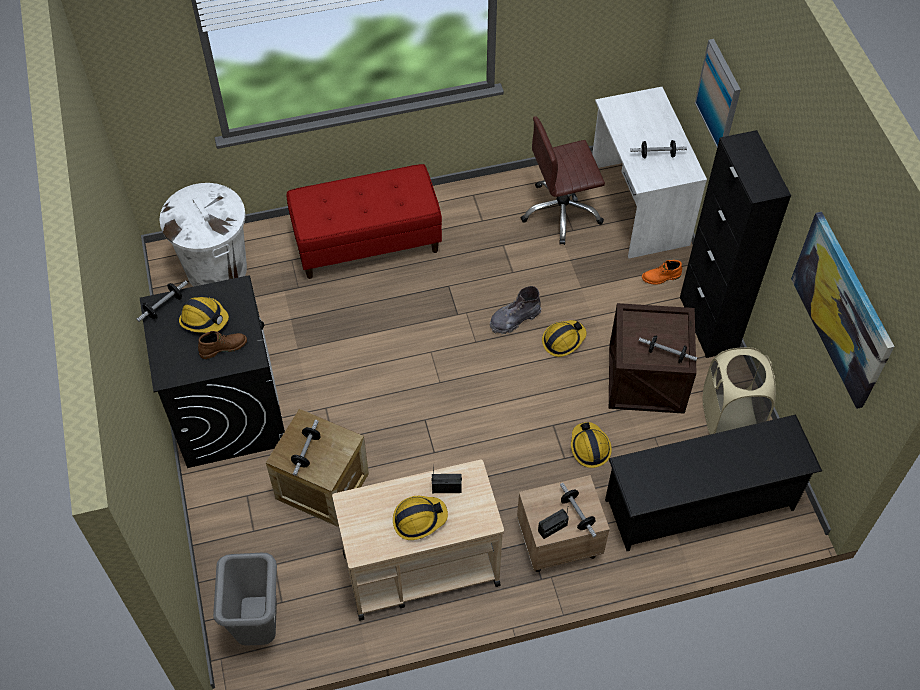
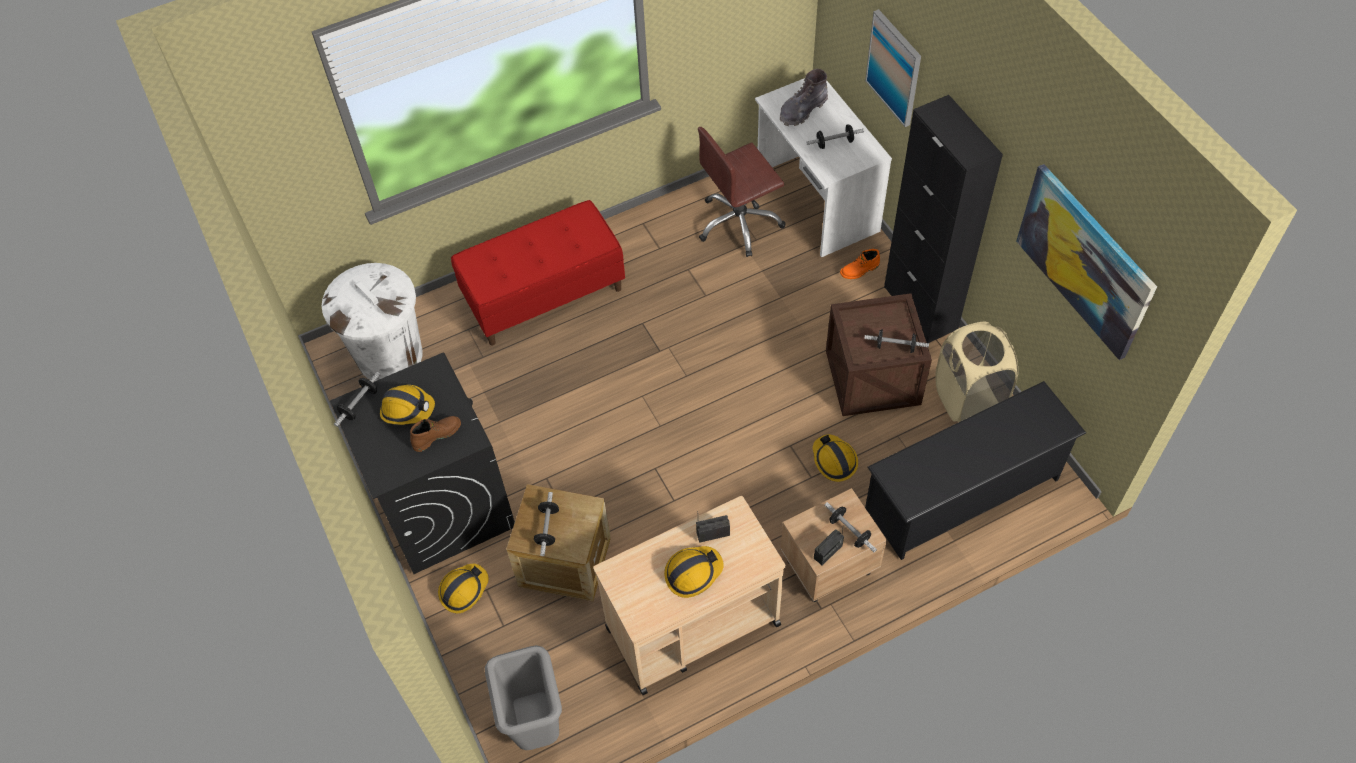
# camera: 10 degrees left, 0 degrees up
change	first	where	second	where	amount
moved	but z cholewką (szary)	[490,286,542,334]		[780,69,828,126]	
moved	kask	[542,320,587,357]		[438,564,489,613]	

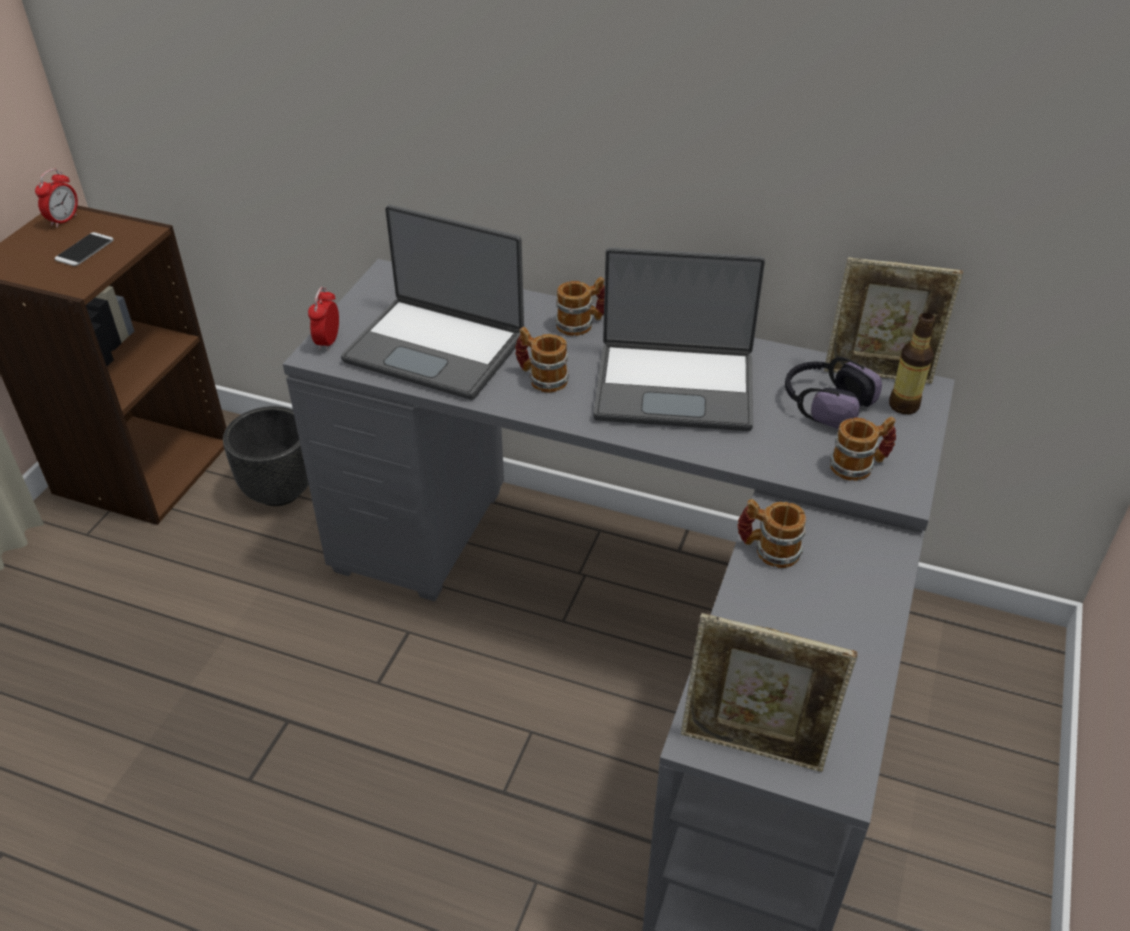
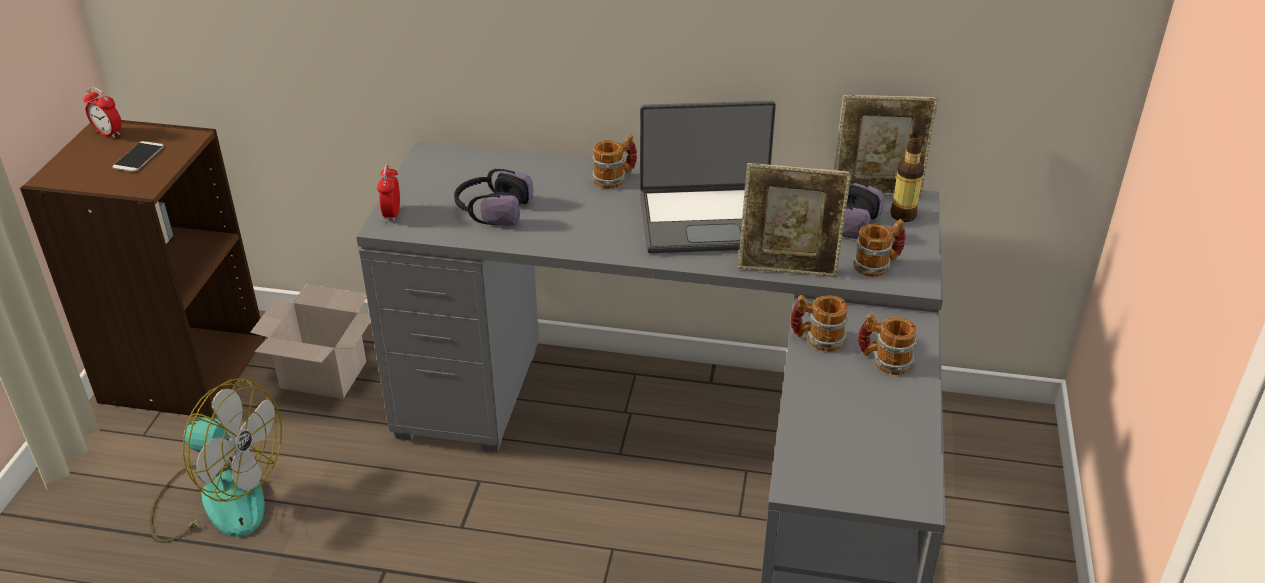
# camera: 10 degrees left, 5 degrees down
change	first	where	second	where	amount
added			wentylator	[150,378,282,543]	
moved	kubek	[515,327,569,393]		[858,313,917,375]	
moved	ramka na zdjęcie	[681,613,858,772]		[738,163,852,277]	
replaced	donica (czarny)	[223,406,309,506]	karton	[250,284,371,399]	
replaced	laptop	[341,205,524,400]	słuchawki	[454,169,533,226]	
turned	budzik	[35,169,78,228]		[83,87,122,138]	105 degrees clockwise

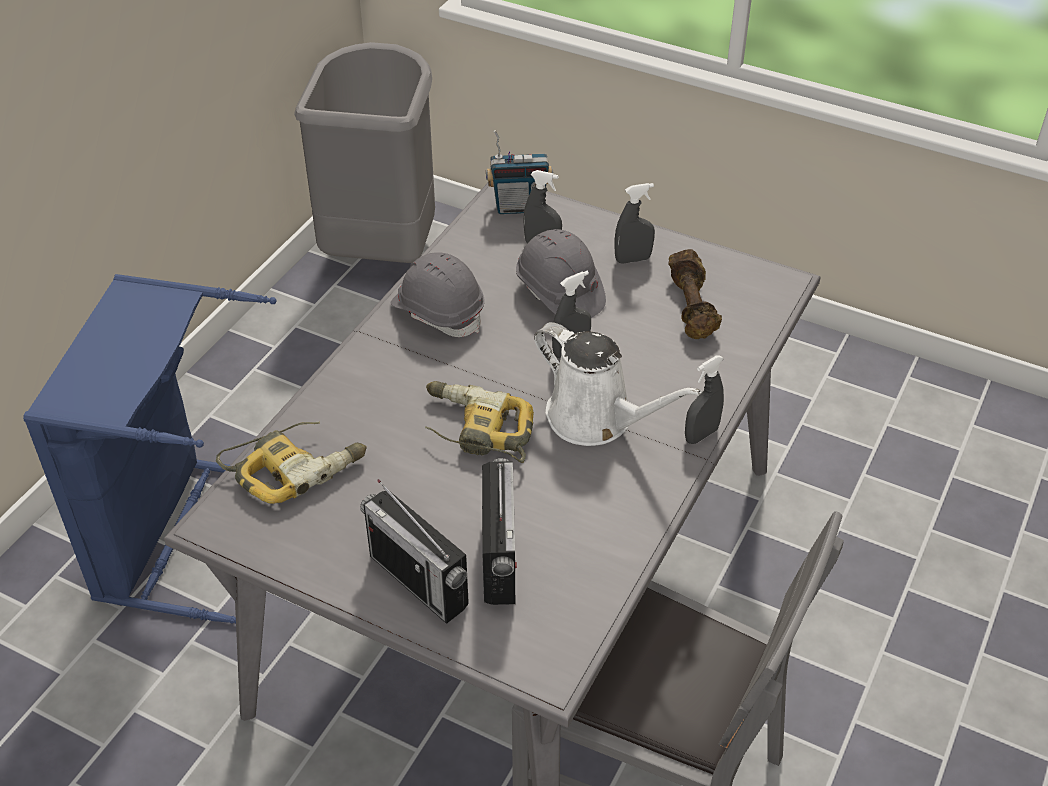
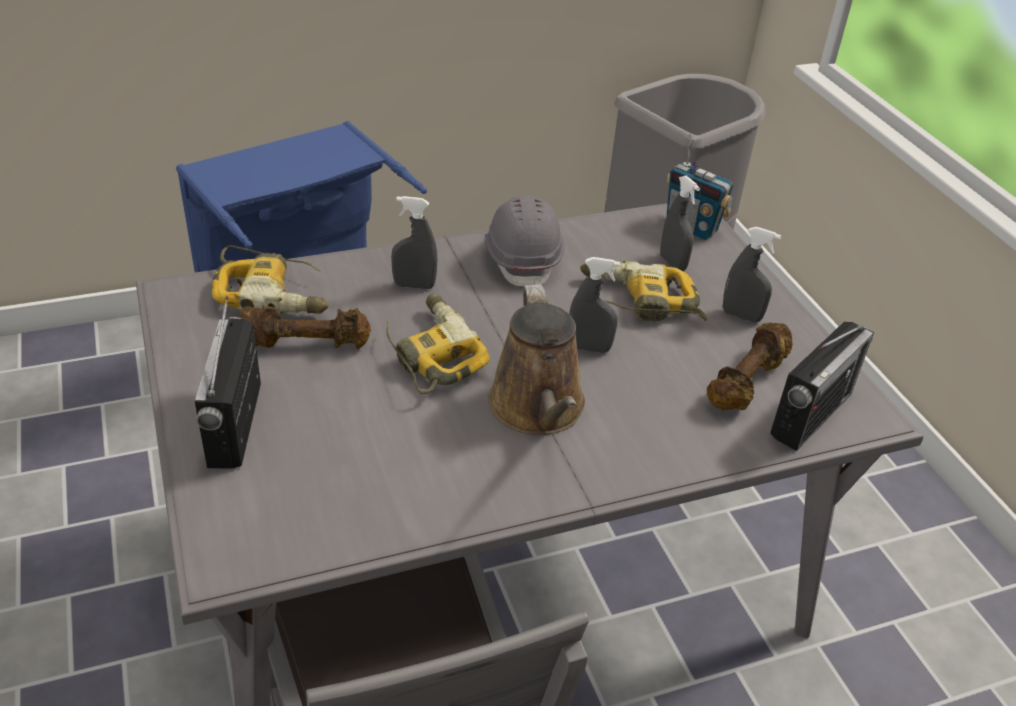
# camera: 40 degrees right, 5 degrees down
change	first	where	second	where	amount
added			hantel (brązowy)	[239,306,371,350]	
moved	radio	[482,458,517,605]		[770,322,874,451]	
moved	spryskiwacz (szary)	[685,355,724,444]		[391,196,437,289]	
replaced	kask (szary)	[516,229,606,318]	wiertarka	[580,261,707,322]	
recoloured	konewka (biały)	[534,322,702,446]	konewka (brązowy)	[488,284,585,435]	

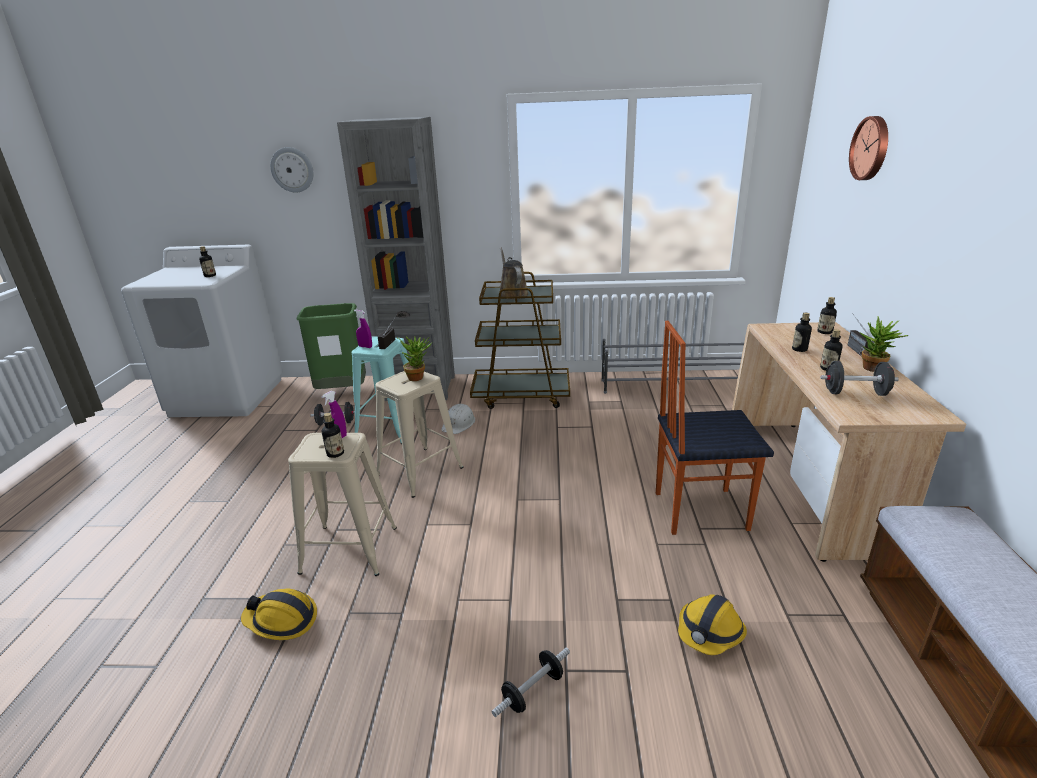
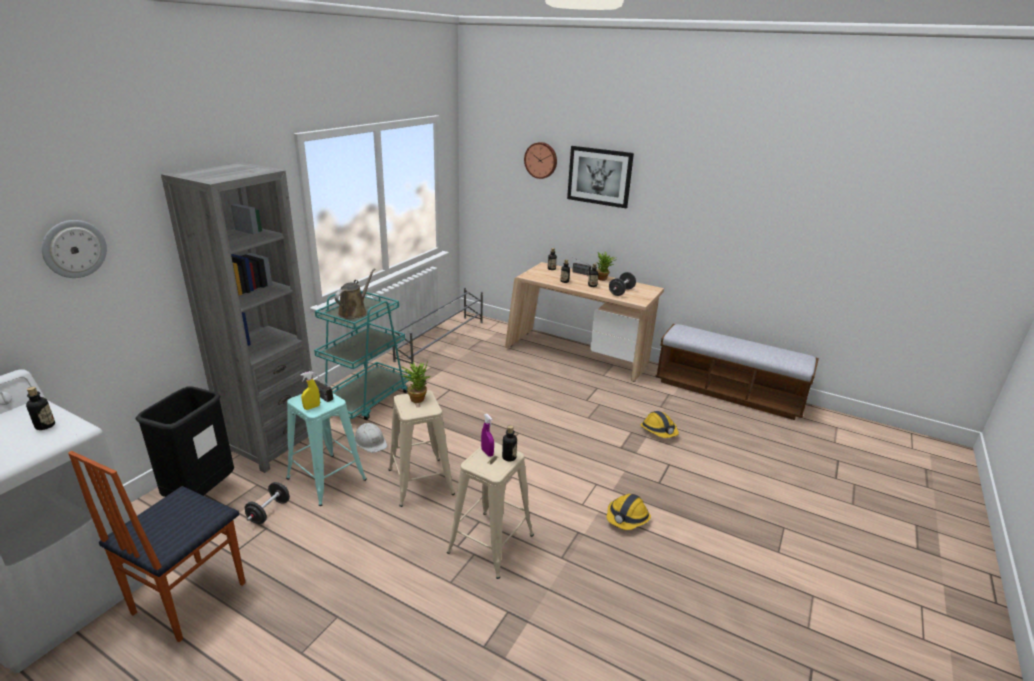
# camera: 65 degrees left, 0 degrees up
change	first	where	second	where	amount
removed	hantel	[491,647,570,717]			
added			obraz	[567,146,634,208]	
moved	kask	[241,589,317,640]		[607,494,651,530]	
moved	krzesło	[656,321,774,535]		[68,451,246,642]	
recoloured	kosz na śmieci (zielony)	[297,303,366,389]	kosz na śmieci (czarny)	[136,387,234,497]	
recoloured	spryskiwacz (fioletowy)	[354,310,372,348]	spryskiwacz (żółty)	[300,371,320,410]	
recoloured	wózek (brązowy)	[470,272,570,409]	wózek (turkusowy)	[314,291,412,420]	
turned	konewka (brązowy)	[500,248,528,299]		[335,268,375,319]	105 degrees clockwise

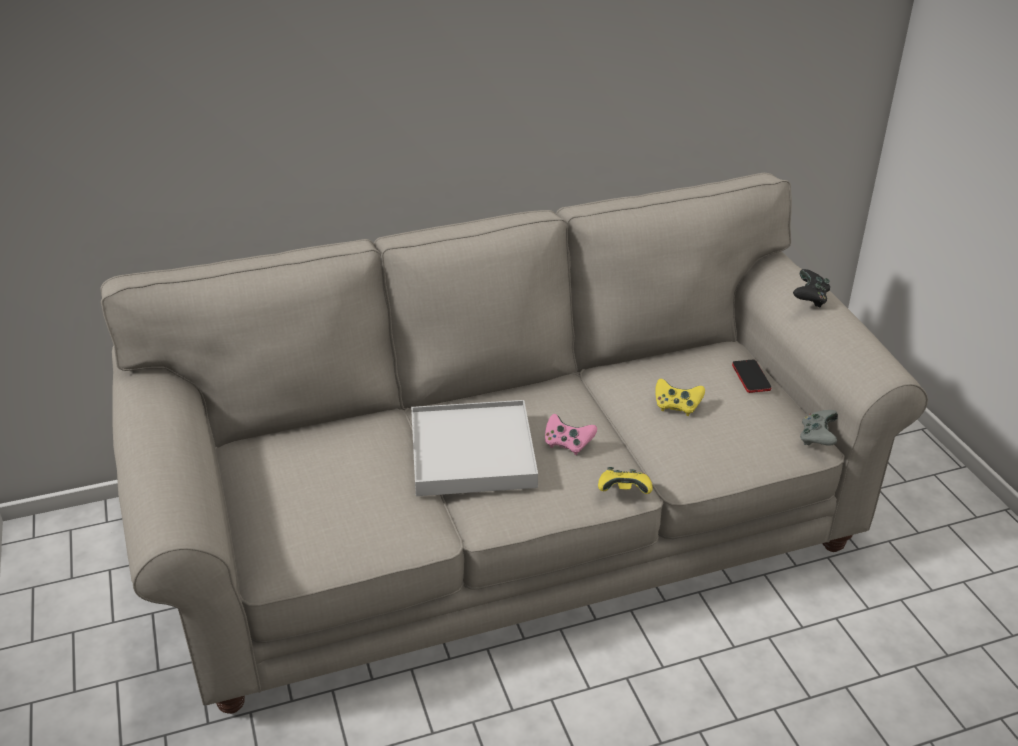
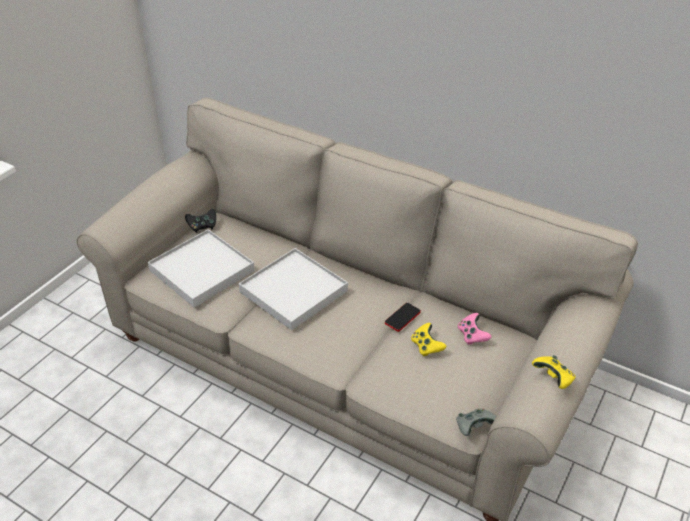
# camera: 50 degrees right, 5 degrees up
change	first	where	second	where	amount
added			taca (biały)	[148,229,255,308]	
moved	pad do gier (różowy)	[545,414,597,455]		[458,313,492,345]	
moved	pad do gier (żółty)	[598,467,653,494]		[532,355,575,389]	
moved	telefon	[732,359,771,393]		[385,303,421,332]	
moved	pad do gier (czarny)	[793,269,830,308]		[185,209,216,233]	

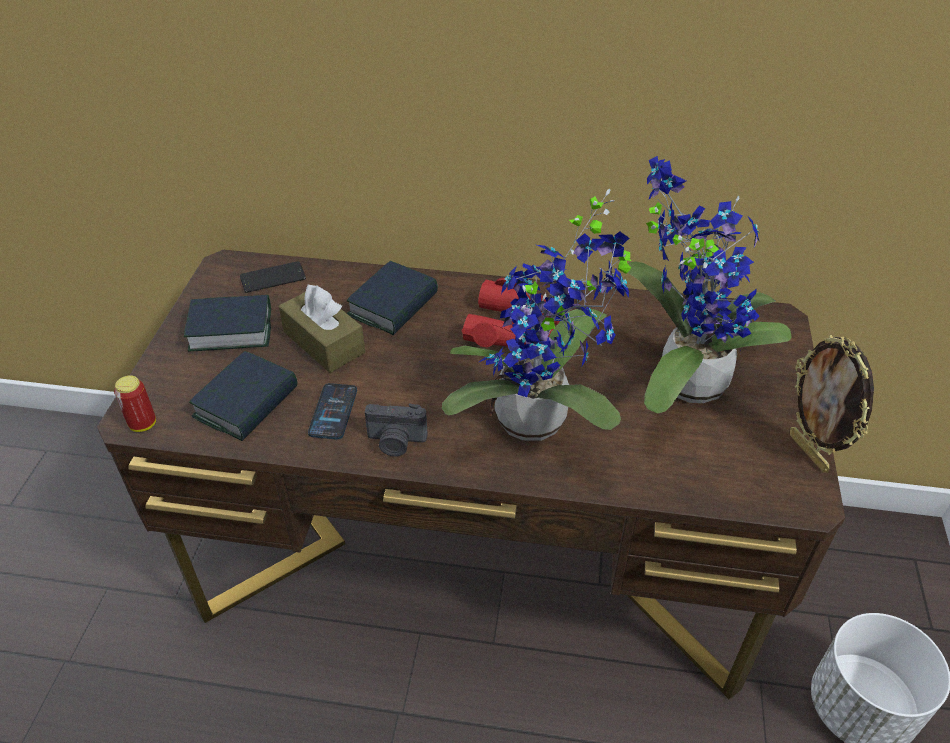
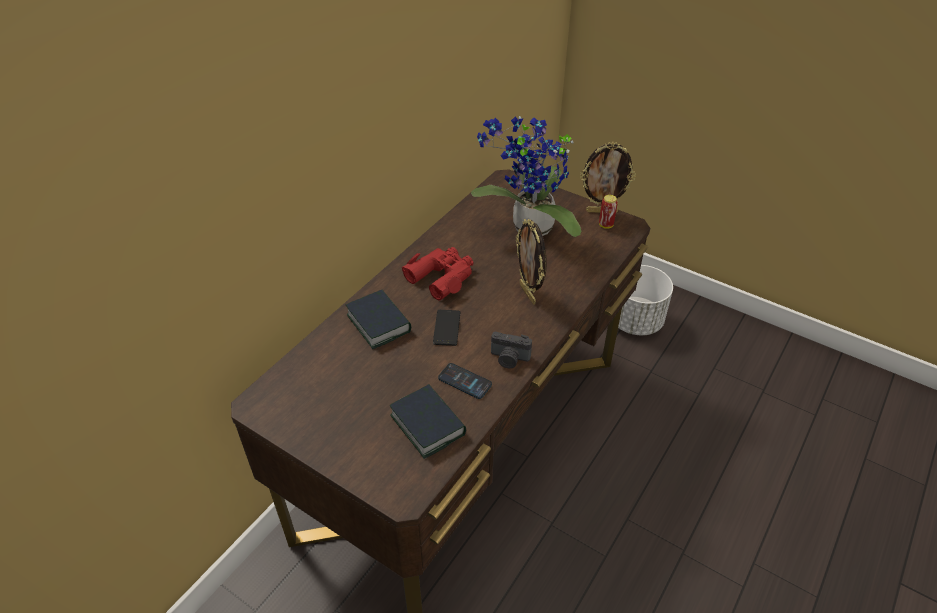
# camera: 65 degrees left, 0 degrees up
change	first	where	second	where	amount
removed	książka	[184,295,271,351]			
removed	pudełko chusteczek (brązowy)	[279,285,365,373]			
moved	puszka	[114,375,156,432]		[599,195,618,229]	
moved	telefon	[240,261,306,293]		[433,310,460,346]	
replaced	roślina doniczkowa	[442,188,631,441]	ramka na zdjęcie	[516,219,547,304]	
turned	aparat fotograficzny	[365,403,428,456]		[491,332,532,368]	75 degrees clockwise

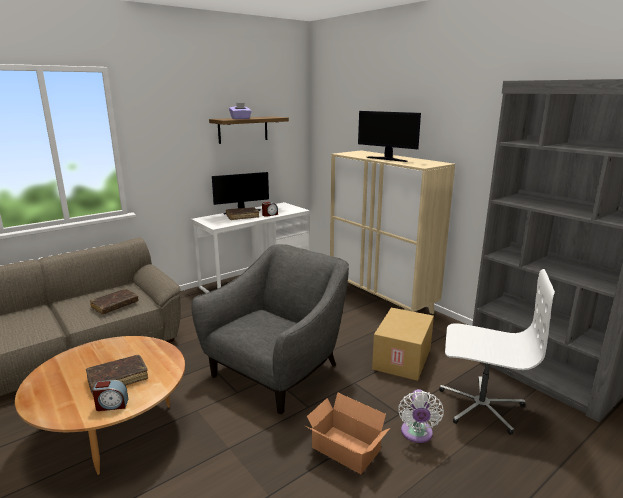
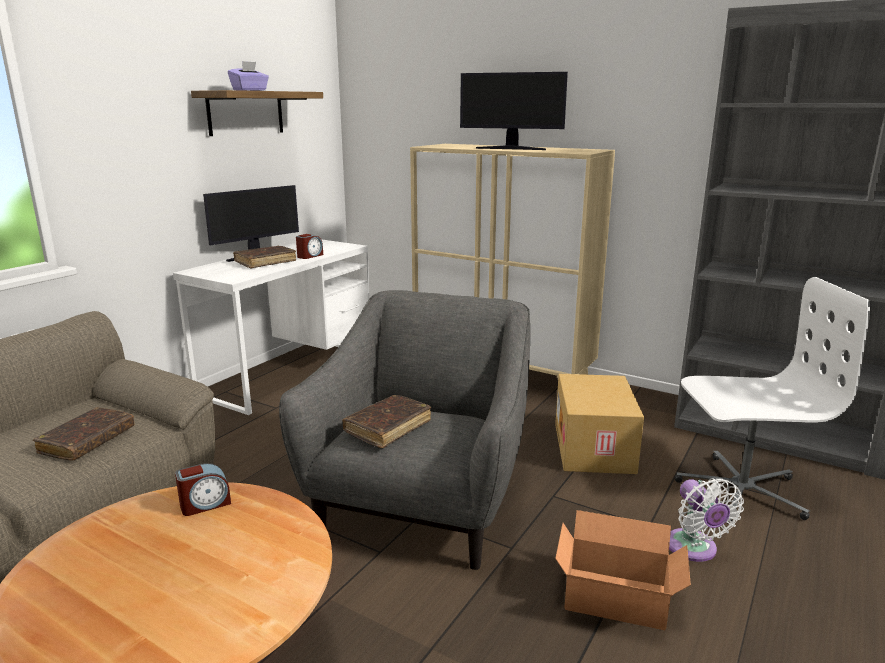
# camera: 20 degrees left, 0 degrees up
change	first	where	second	where	amount
moved	książka (brązowy)	[86,355,148,395]		[342,395,431,448]	
moved	budzik	[92,380,128,411]		[175,463,231,516]	

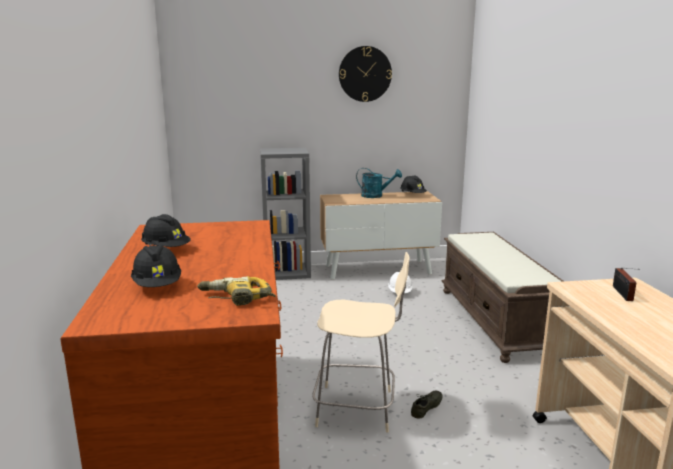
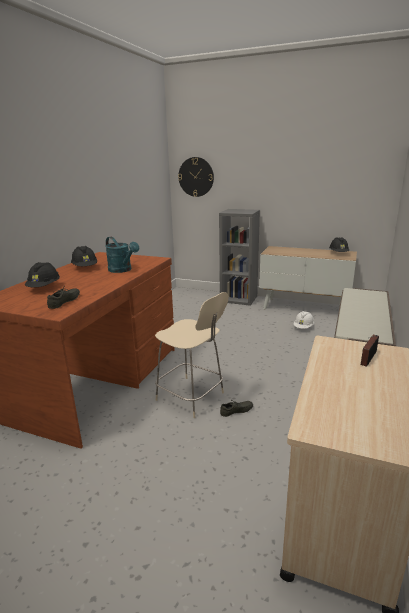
# camera: 30 degrees right, 5 degrees up
change	first	where	second	where	amount
moved	zegar ścienny	[339,46,392,102]		[178,157,214,197]	
moved	konewka (turkusowy)	[356,168,402,198]		[105,237,139,273]	
replaced	wiertarka	[197,276,276,306]	but (szary)	[47,288,80,309]	

